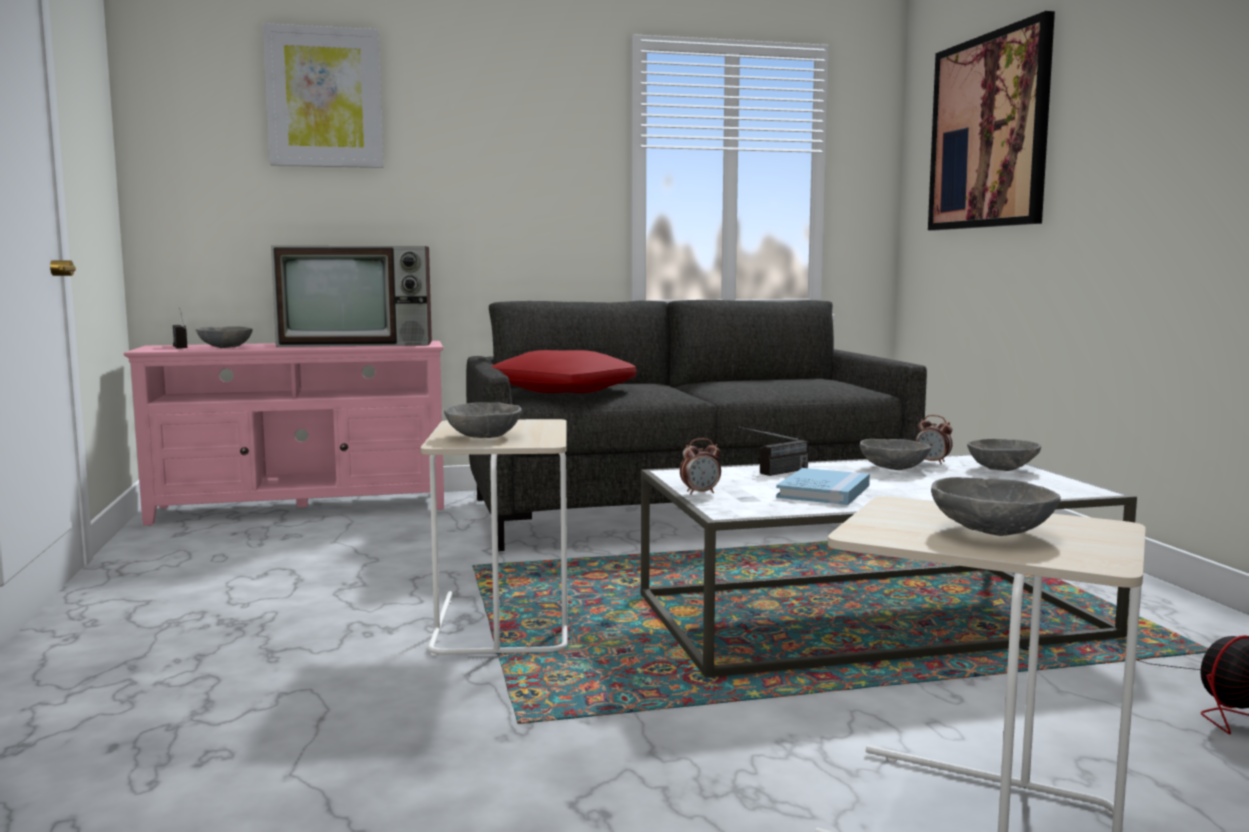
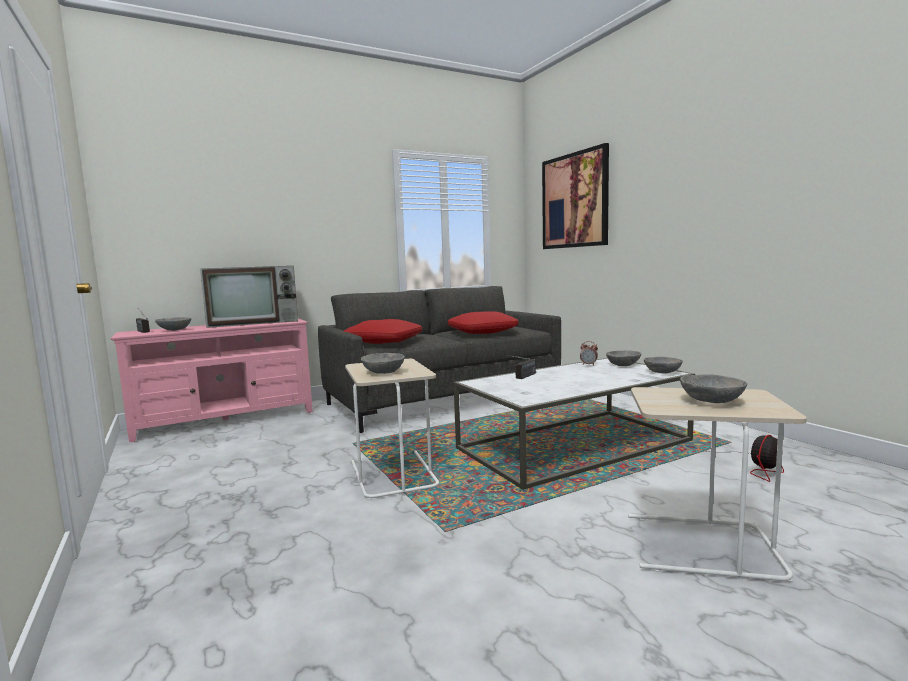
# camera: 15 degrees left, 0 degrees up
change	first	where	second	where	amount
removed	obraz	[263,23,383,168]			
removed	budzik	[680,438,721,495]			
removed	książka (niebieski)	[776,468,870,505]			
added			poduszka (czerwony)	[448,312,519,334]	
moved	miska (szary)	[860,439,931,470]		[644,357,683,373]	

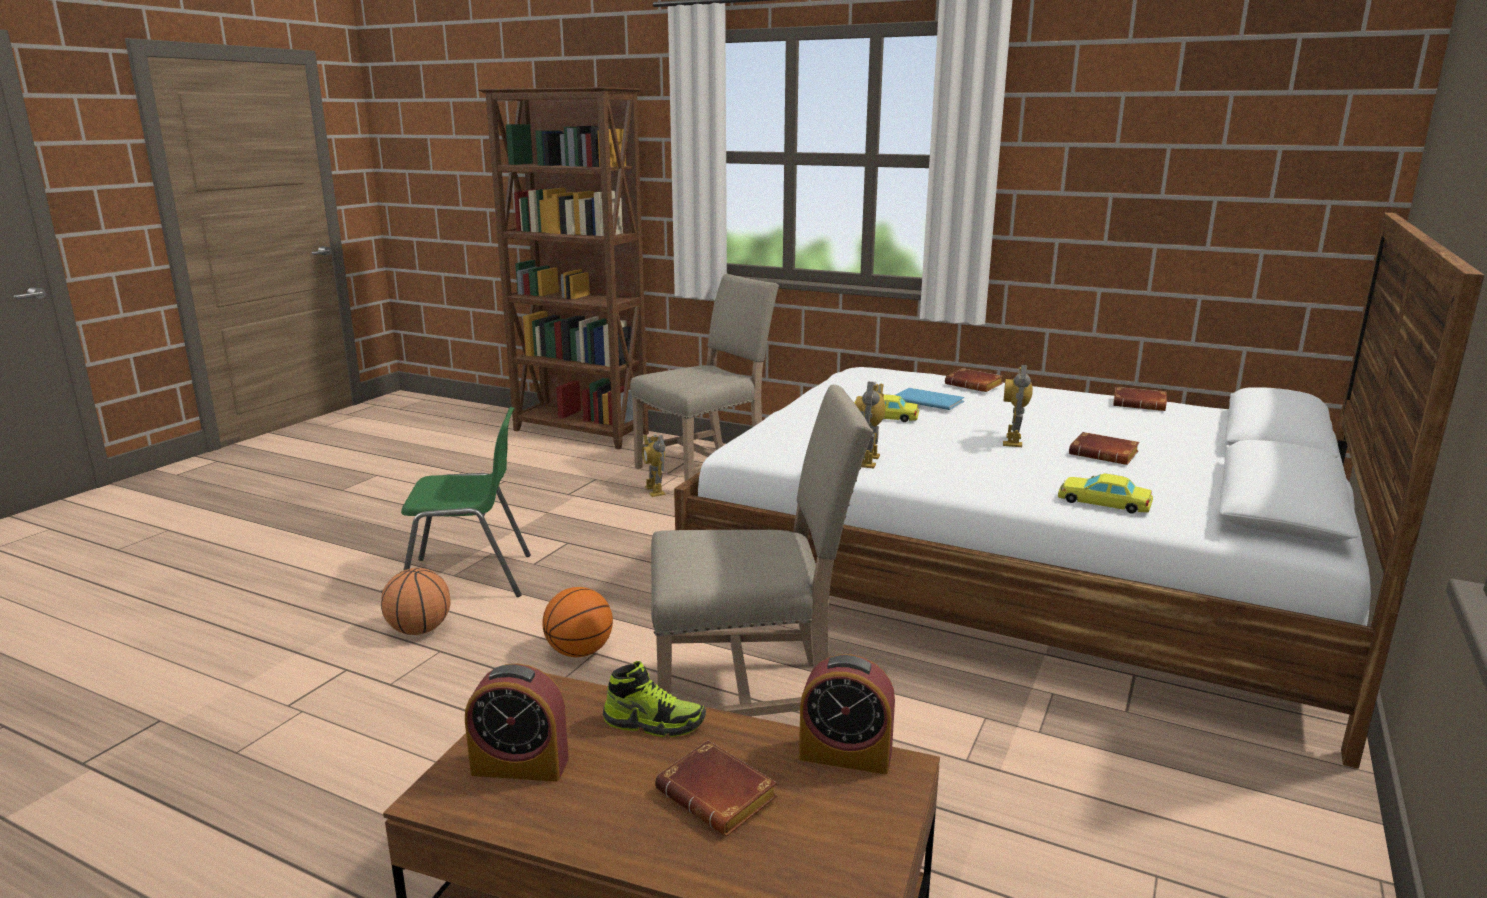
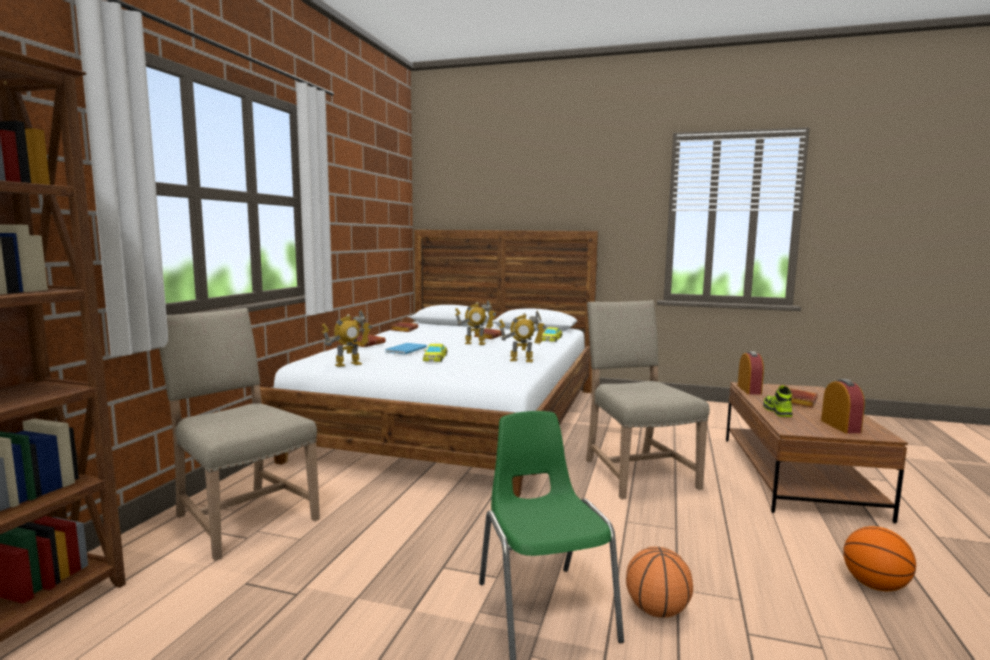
# camera: 100 degrees left, 10 degrees down
change	first	where	second	where	amount
moved	piłka do koszykówki	[542,587,613,657]		[843,526,916,591]	
moved	robot zabawkowy	[642,434,665,497]		[321,310,372,367]	

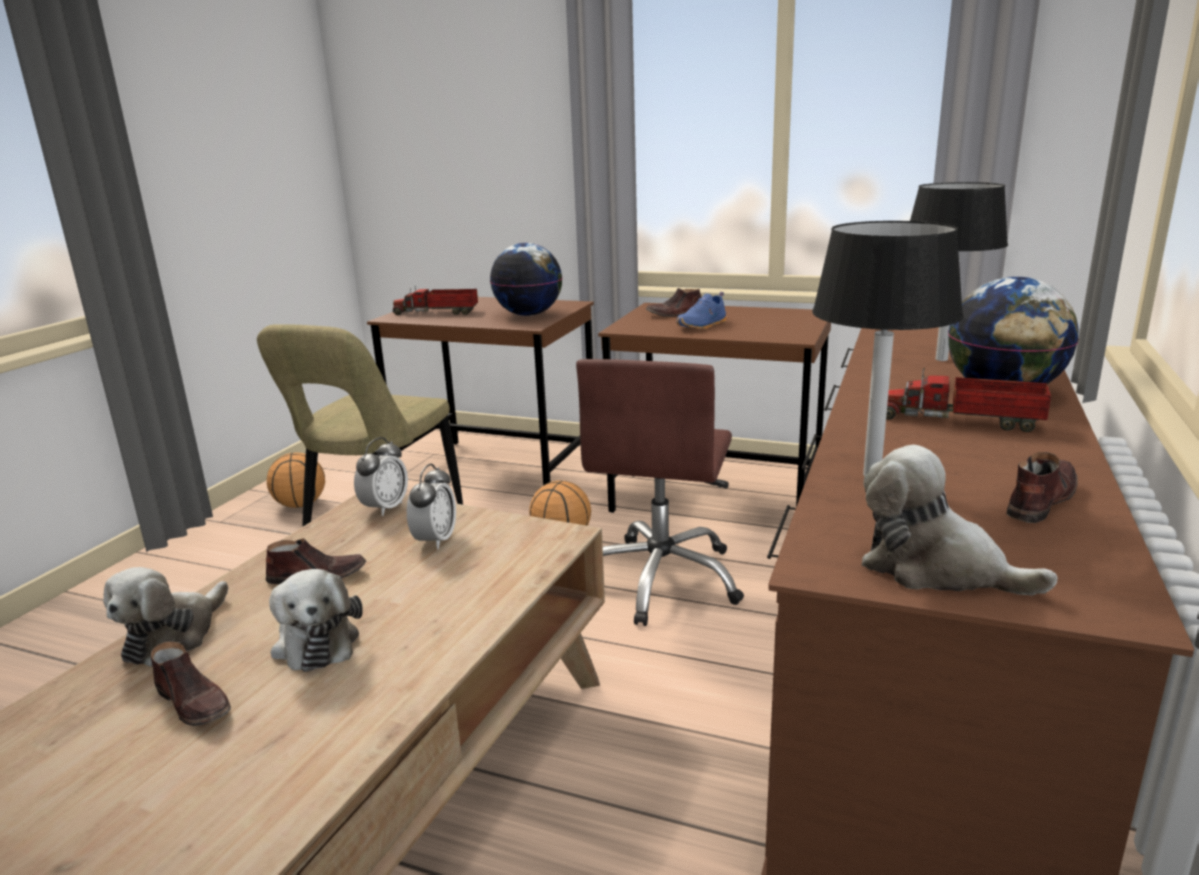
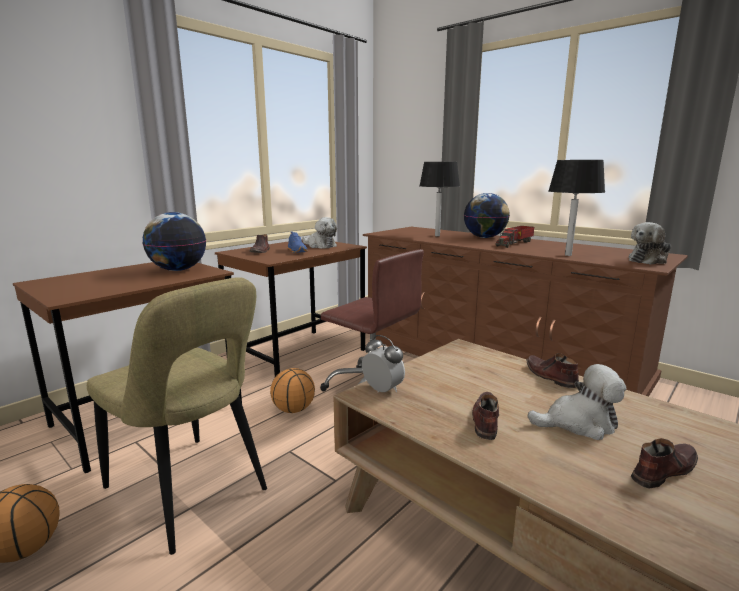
# camera: 70 degrees left, 5 degrees down
change	first	where	second	where	amount
removed	ciężarówka zabawkowa	[393,285,478,315]			
removed	budzik	[407,464,456,549]			
moved	pluszak	[103,567,228,667]		[302,217,337,249]	
moved	but (brązowy)	[1007,452,1078,523]		[527,353,579,388]	

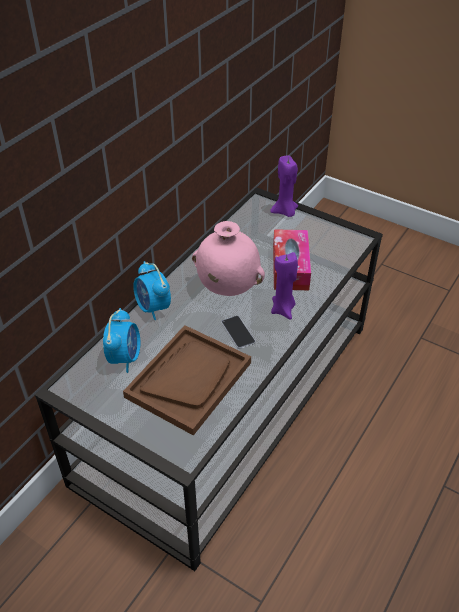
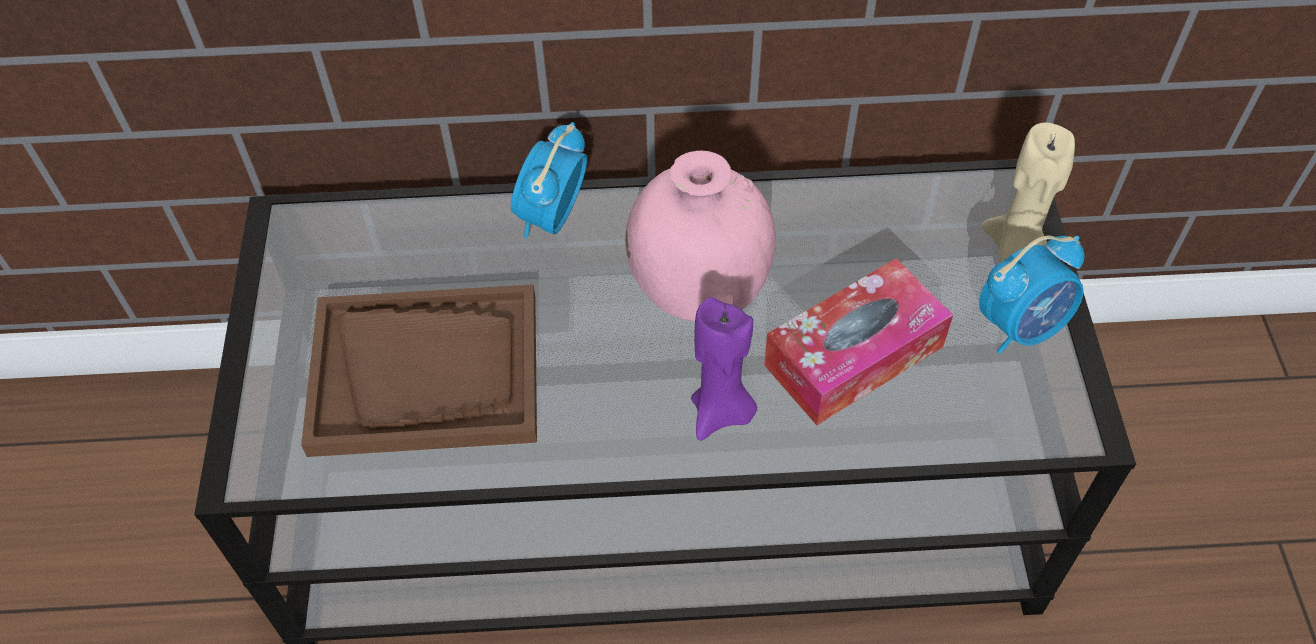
# camera: 55 degrees right, 10 degrees up
change	first	where	second	where	amount
removed	telefon	[221,316,256,349]			
moved	budzik	[103,308,140,373]		[979,236,1084,354]	
recoloured	świeca (fioletowy)	[270,155,298,217]	świeca (beżowy)	[982,123,1075,262]	

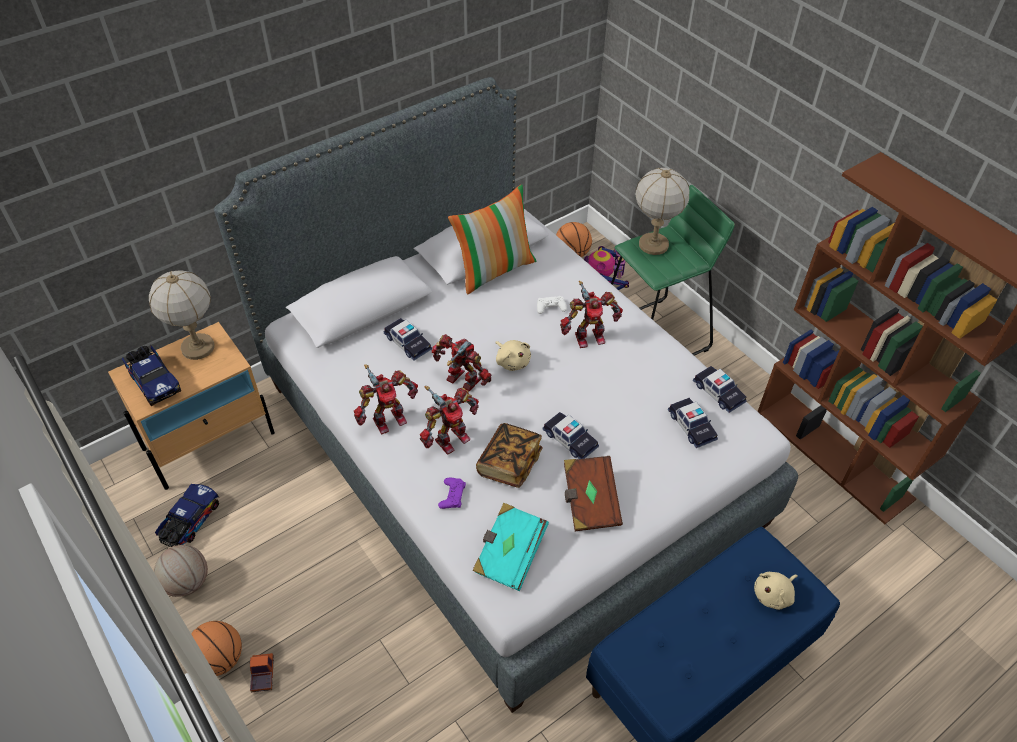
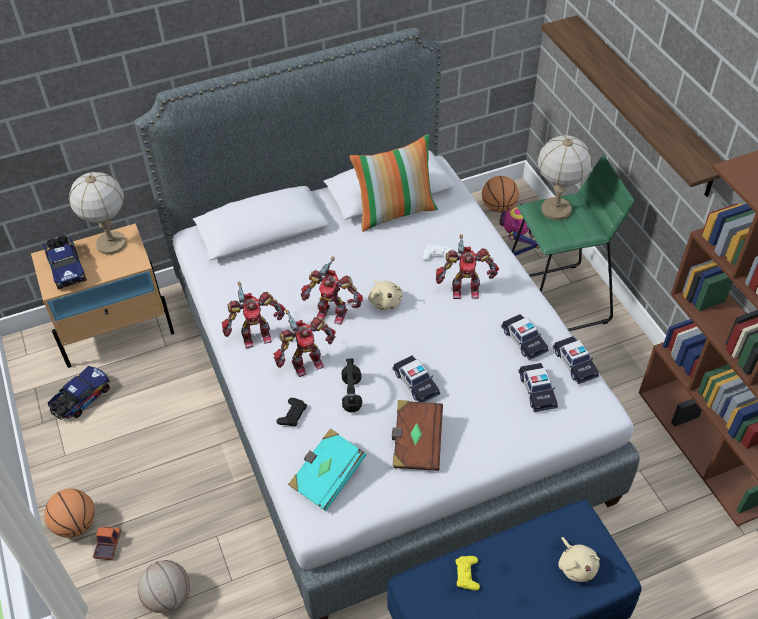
# camera: 15 degrees right, 0 degrees up
change	first	where	second	where	amount
added			pad do gier (żółty)	[455,556,480,591]	
added			półka	[541,15,723,197]	
moved	piłka do koszykówki	[154,545,208,597]		[138,560,190,613]	
moved	samochodzik	[383,318,432,360]		[501,314,549,360]	
replaced	książka	[476,423,543,488]	słuchawki (czarny)	[341,358,362,412]	
recoloured	pad do gier (fioletowy)	[438,478,466,509]	pad do gier (czarny)	[276,398,307,427]	
turned	robot zabawkowy	[432,334,492,391]		[301,256,363,325]	150 degrees clockwise
turned	pluszak (beżowy)	[754,572,798,610]		[558,537,600,582]	90 degrees counterclockwise

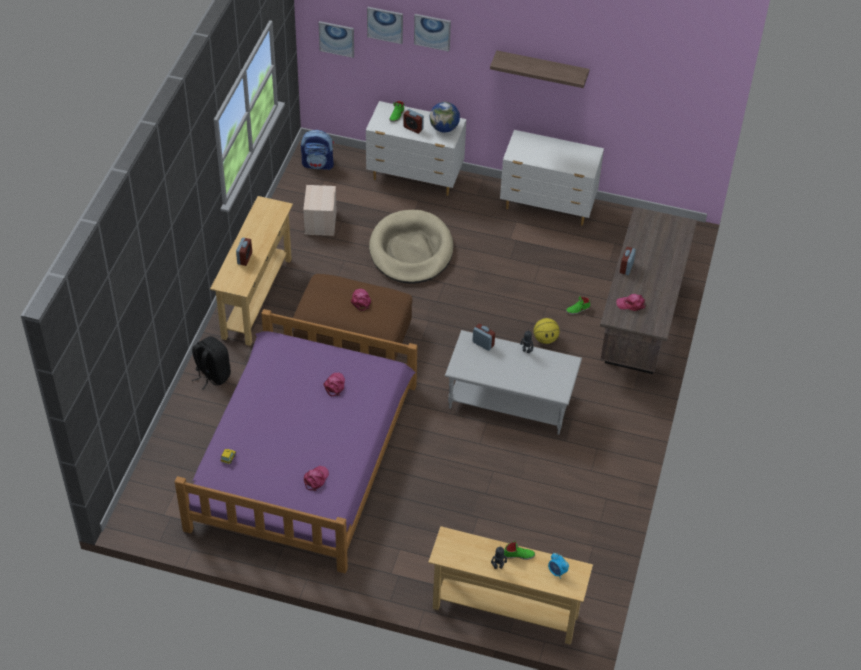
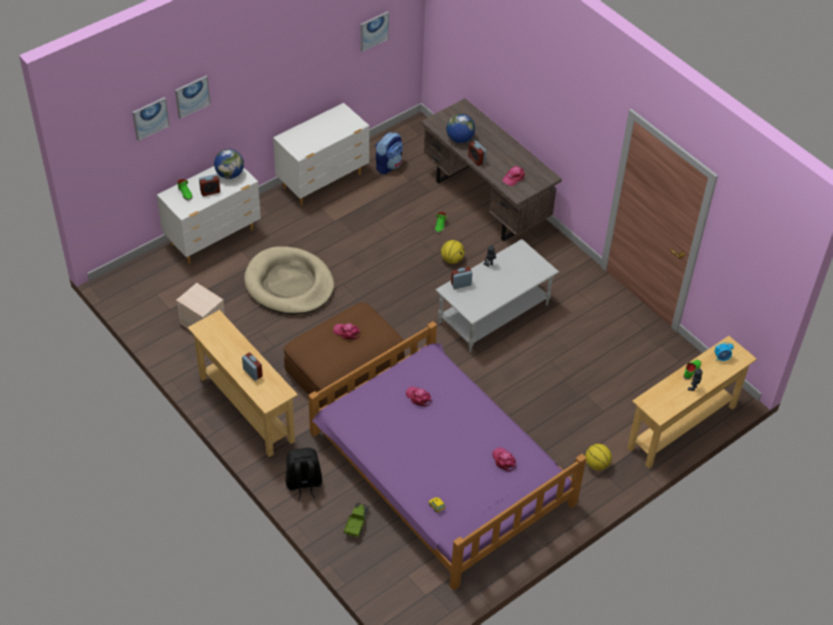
# camera: 55 degrees left, 0 degrees up
change	first	where	second	where	amount
removed	półka	[490,50,589,88]			
added			ciężarówka zabawkowa	[344,503,369,538]	
added			globus	[446,114,475,143]	
added			piłka do koszykówki	[585,444,612,470]	
moved	plecak	[301,130,334,170]		[375,132,403,174]	
moved	obraz	[319,21,354,58]		[360,11,389,52]	

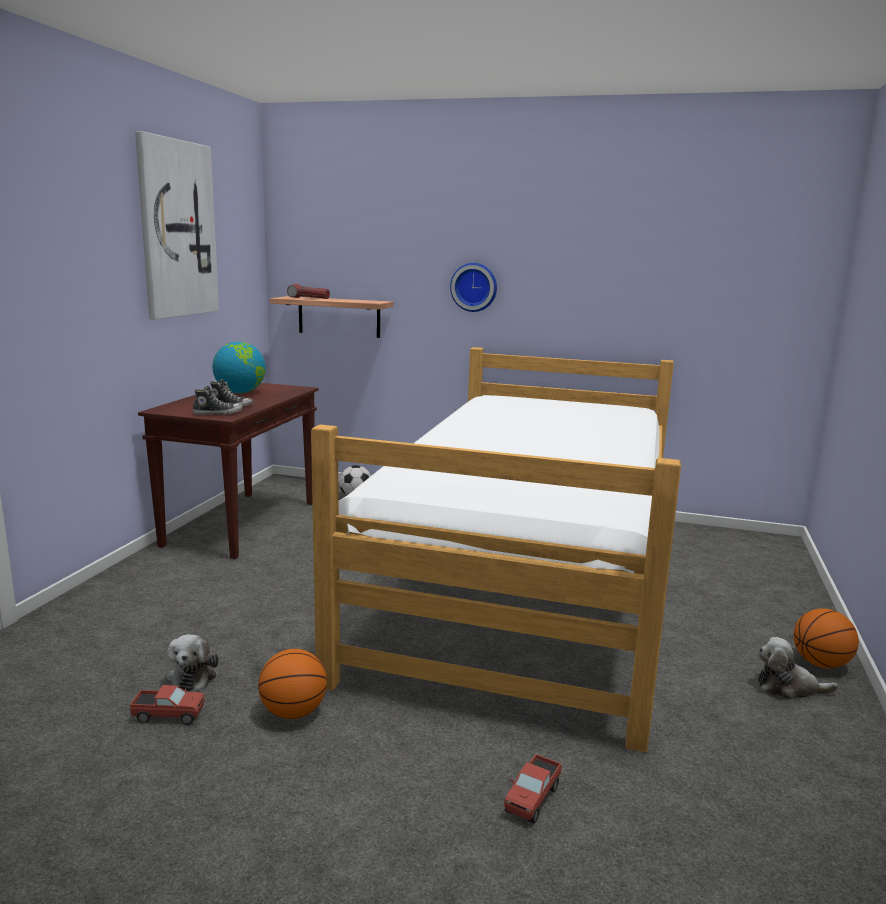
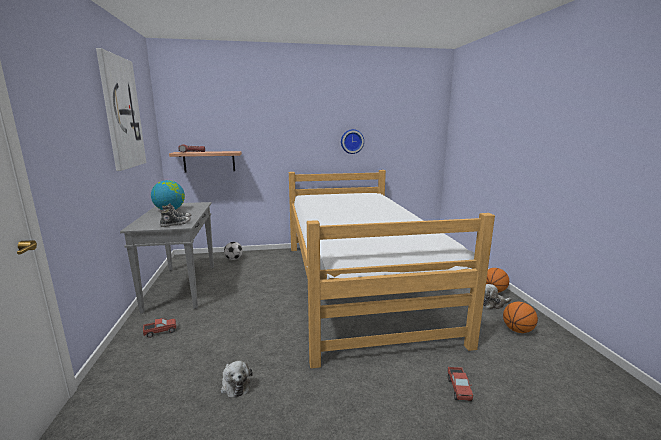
# camera: 25 degrees left, 0 degrees up
change	first	where	second	where	amount
moved	ciężarówka zabawkowa	[130,685,205,725]		[143,318,176,338]	
moved	piłka do koszykówki	[258,649,327,719]		[503,302,538,333]	
moved	zegar ścienny	[450,263,497,312]		[341,129,364,154]	
recoloured	stolik konsolowy (brązowy)	[138,383,319,559]	stolik konsolowy (szary)	[120,202,214,313]	

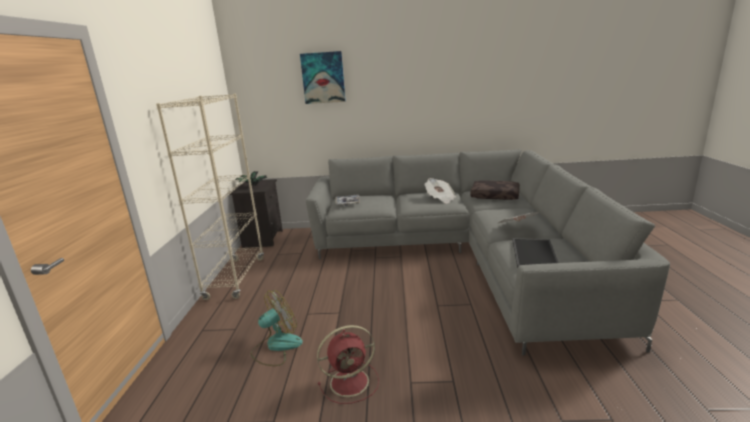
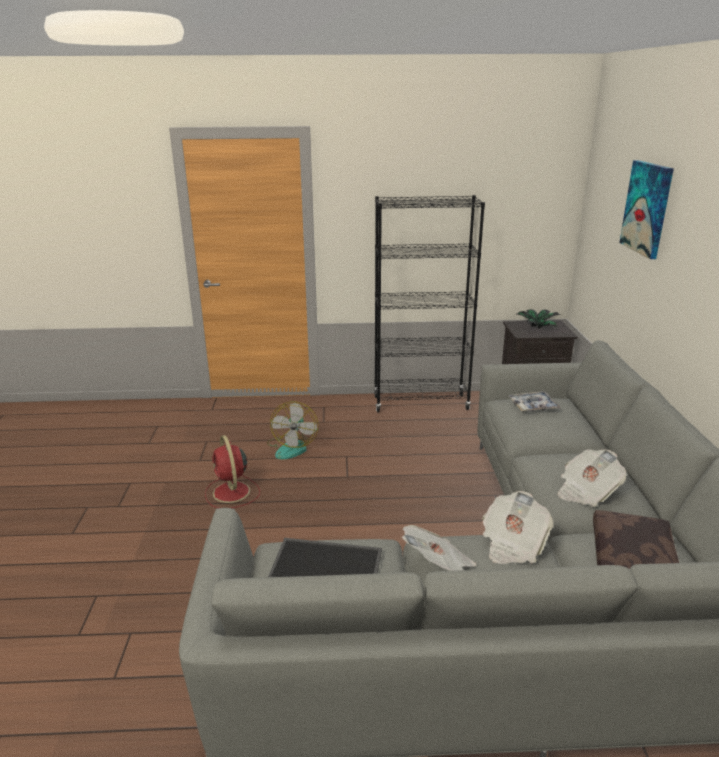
# camera: 85 degrees right, 5 degrees up
change	first	where	second	where	amount
added			gazeta	[482,491,553,564]	
recoloured	regał (beżowy)	[156,93,264,300]	regał (czarny)	[374,195,485,412]	
turned	wentylator	[250,290,303,366]		[267,401,318,460]	45 degrees clockwise

